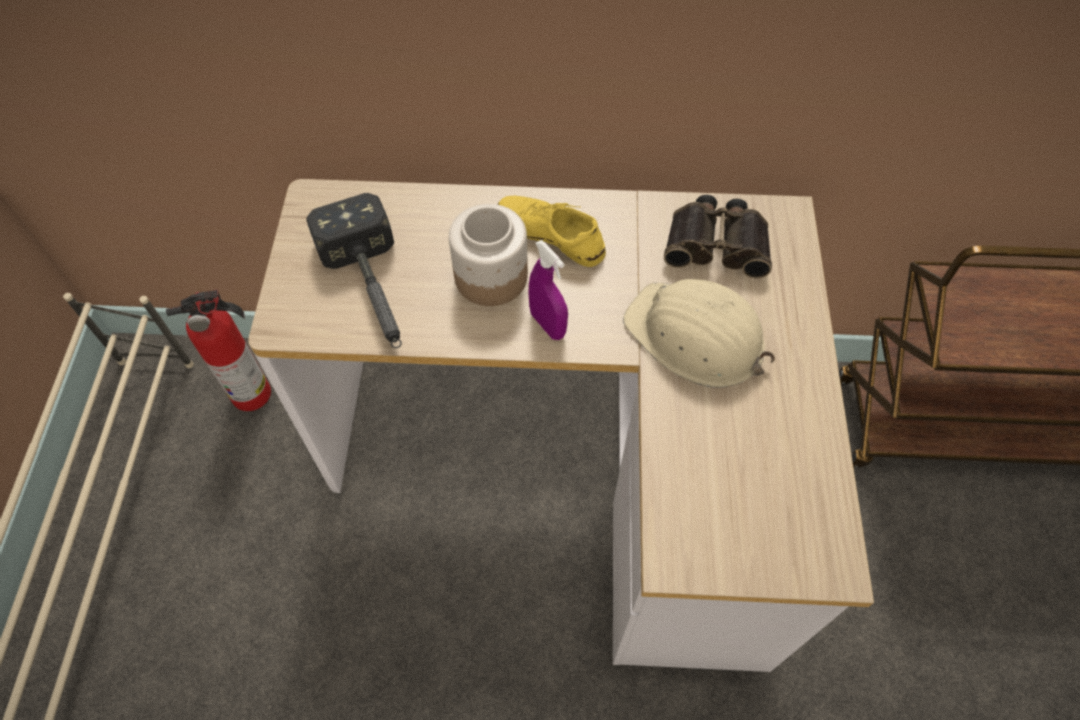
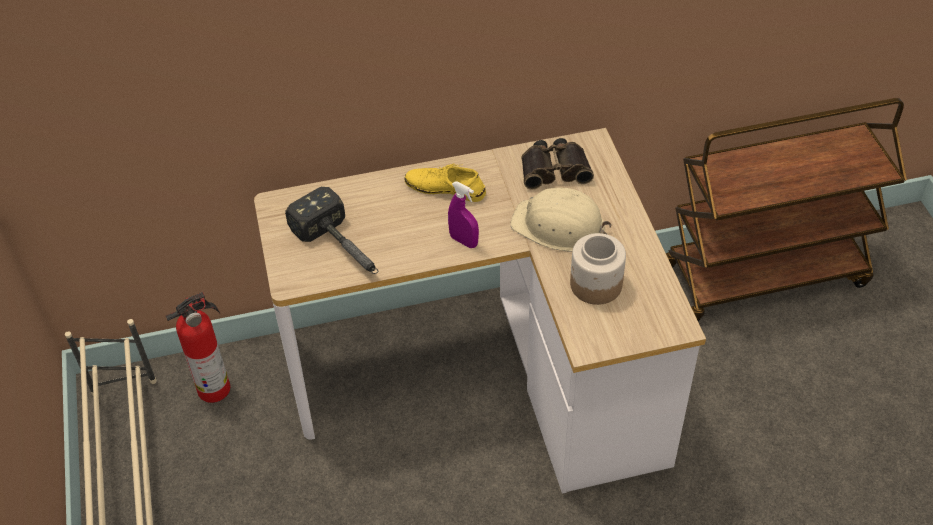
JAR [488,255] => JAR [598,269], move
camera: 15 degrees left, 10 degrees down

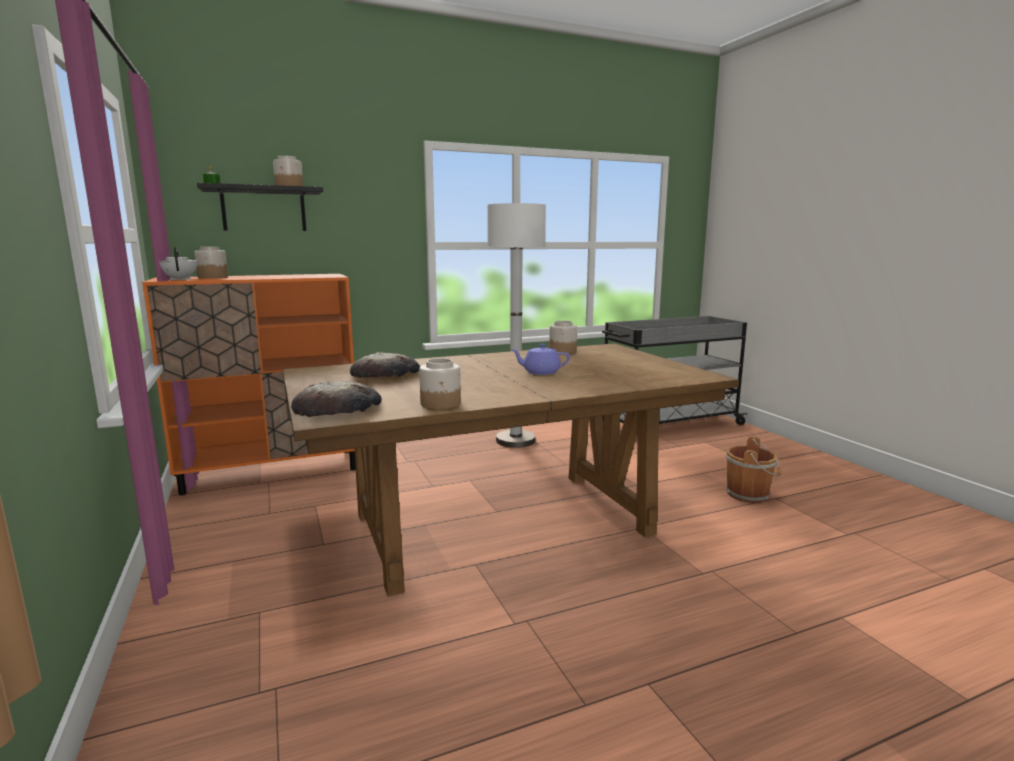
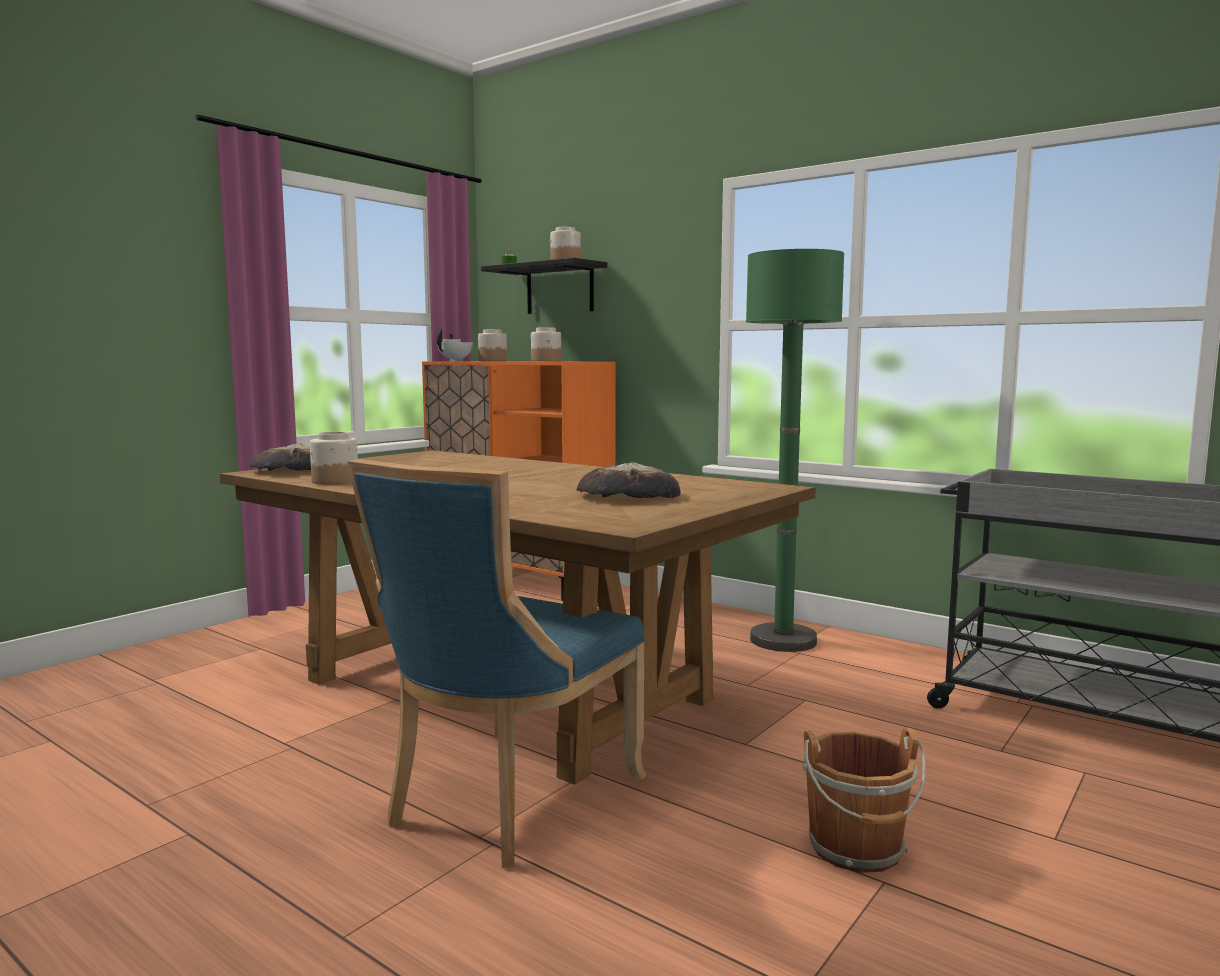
PURPLE TEAPOT [540,359] => nothing
nothing => BLUE CHAIR [496,663]
BREAD [385,365] => BREAD [629,480], move
JAR [563,337] => JAR [546,344], move
WHITE FLOOR LAMP [517,325] => GREEN FLOOR LAMP [795,450]
camera: 60 degrees right, 5 degrees down

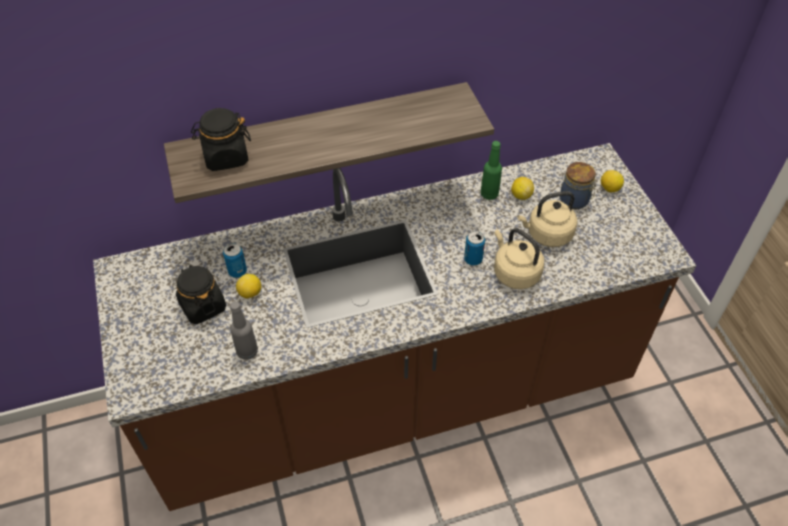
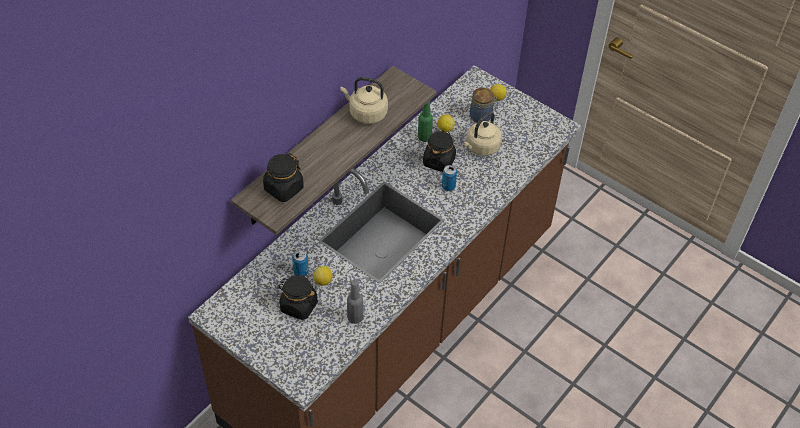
nothing => BLACK JAR [439,151]
BEIGE KETTLE [519,258] => BEIGE KETTLE [364,100], move
camera: 35 degrees left, 0 degrees up

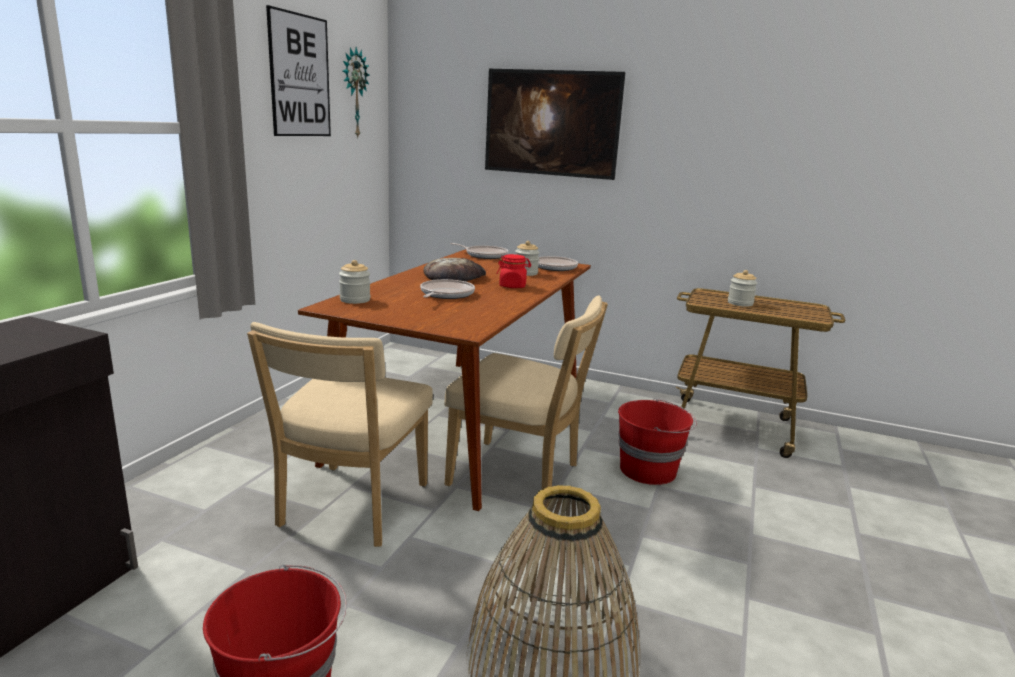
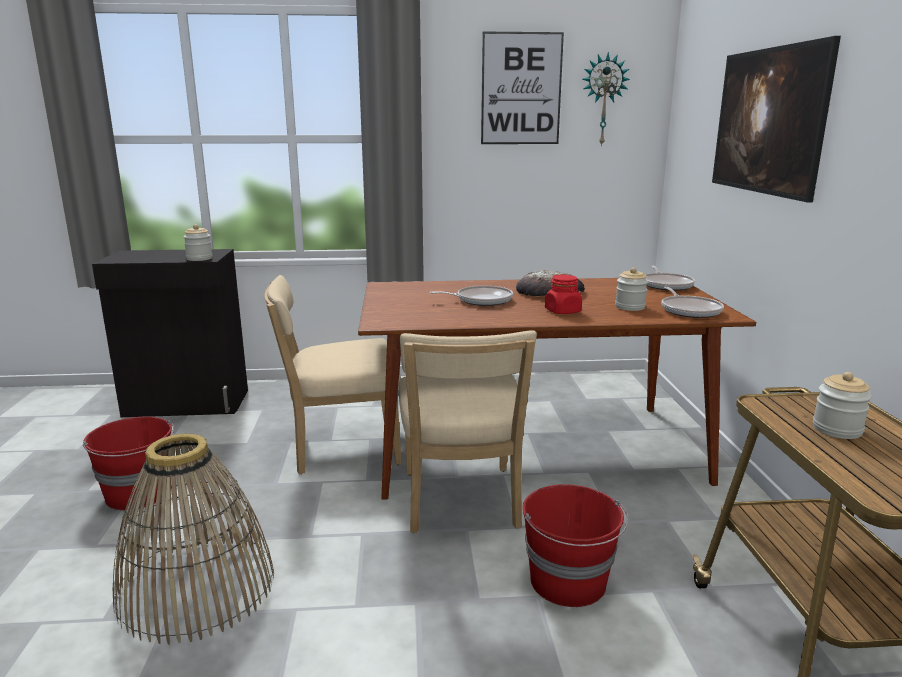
JAR [354,282] => JAR [198,242], move
camera: 65 degrees right, 0 degrees up

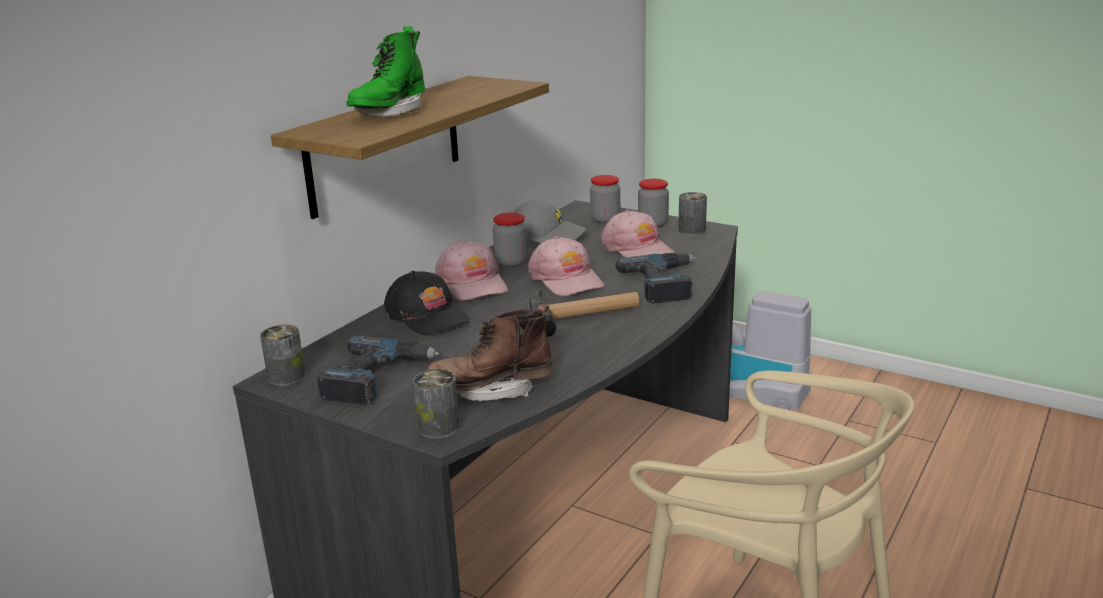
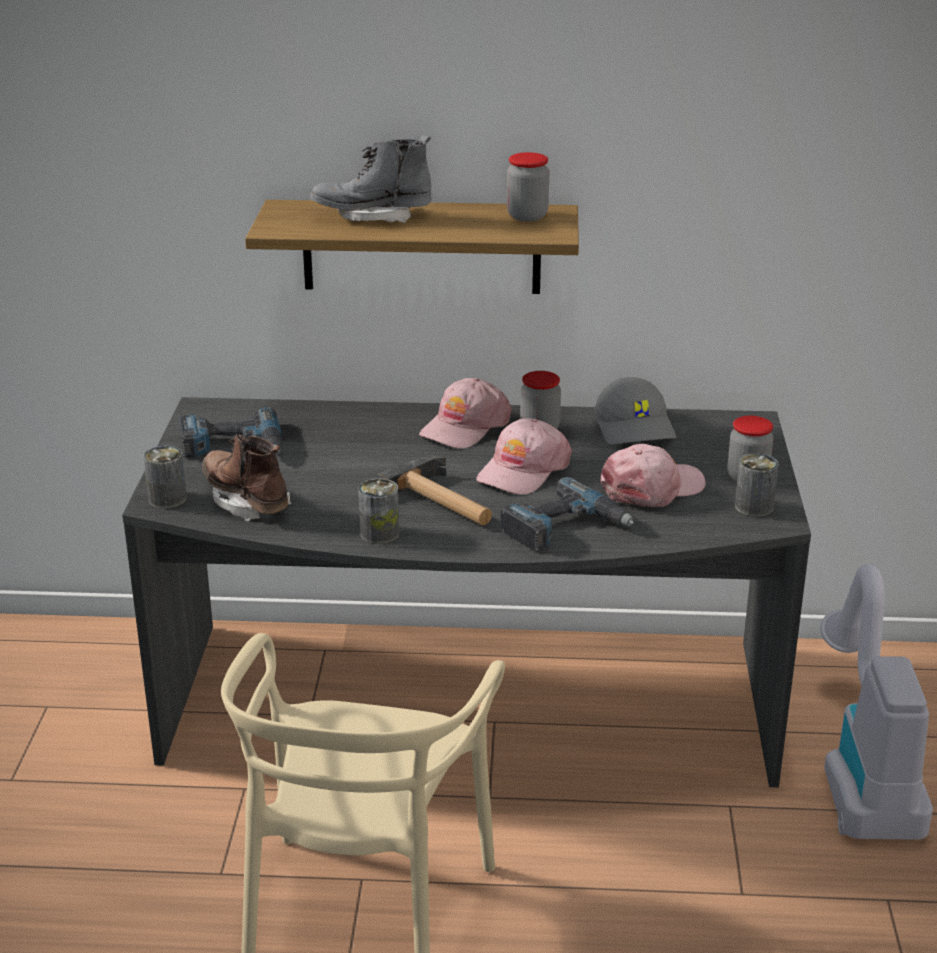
BLACK CAP [427,303] => nothing
CAN [283,355] => CAN [378,511], move
JAR [605,199] => JAR [528,186], move
GREEN BOOT [385,71] => GREY BOOT [371,179]
PINK CAP [638,233] => PINK CAP [653,475], 150 degrees counterclockwise
camera: 60 degrees right, 5 degrees up

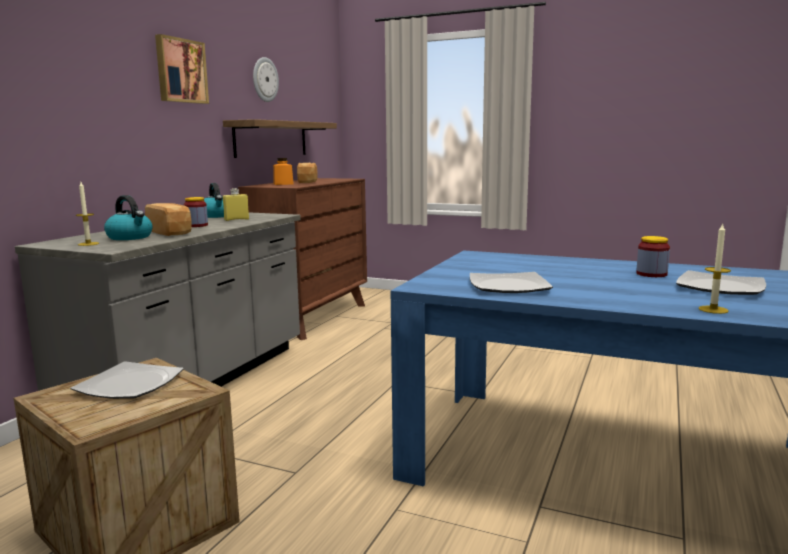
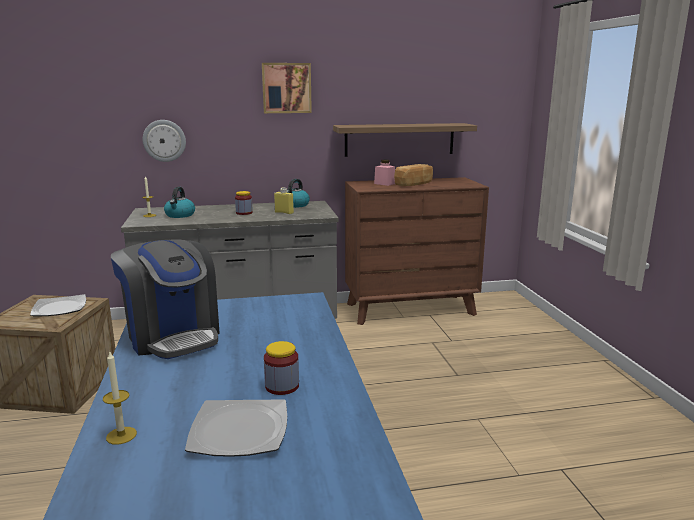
BREAD [168,219] => nothing
WALL CLOCK [266,79] => WALL CLOCK [164,141], move
PLATE [511,282] => COFFEE MACHINE [165,299]
ORANGE JAR [283,171] => PINK JAR [384,173]
camera: 55 degrees right, 5 degrees up

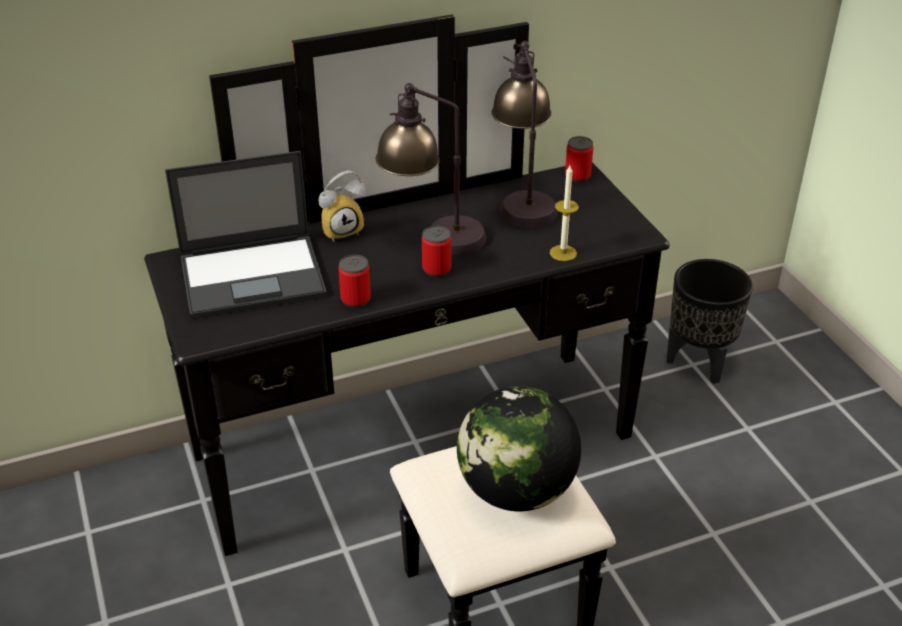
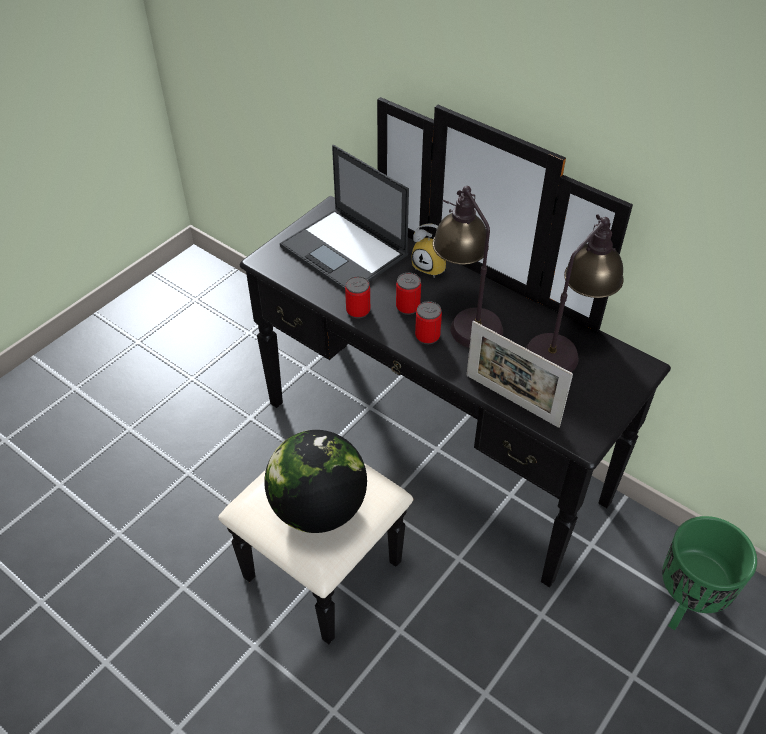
CAN [579,159] => CAN [408,294], move
CANDLE [564,213] => PICTURE FRAME [520,374]
BLACK PLANTER [709,321] => GREEN PLANTER [709,573]
camera: 60 degrees right, 10 degrees up

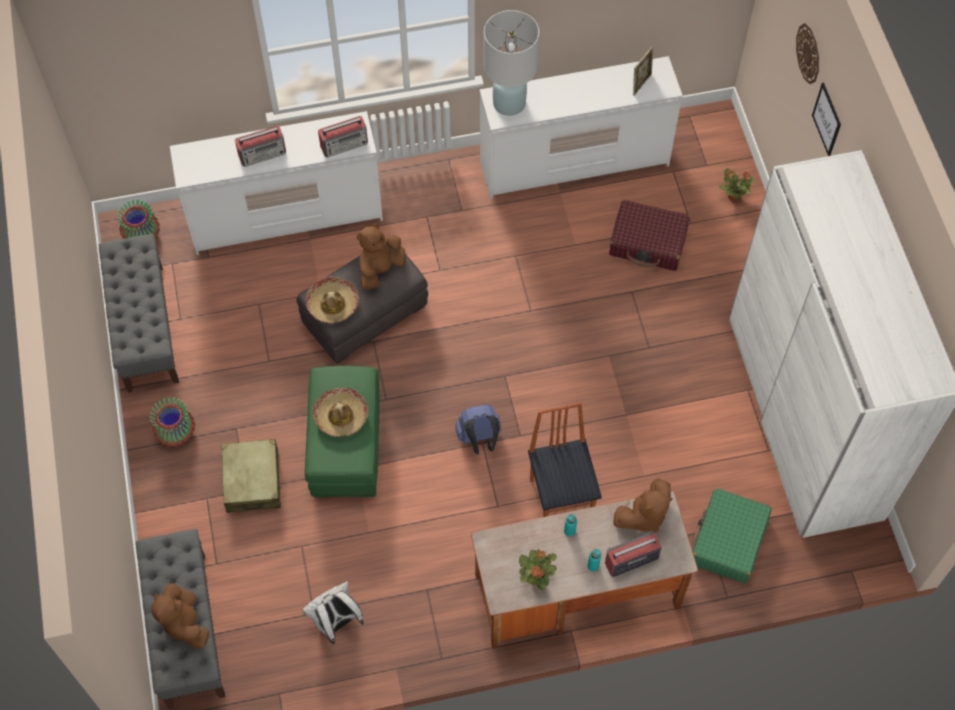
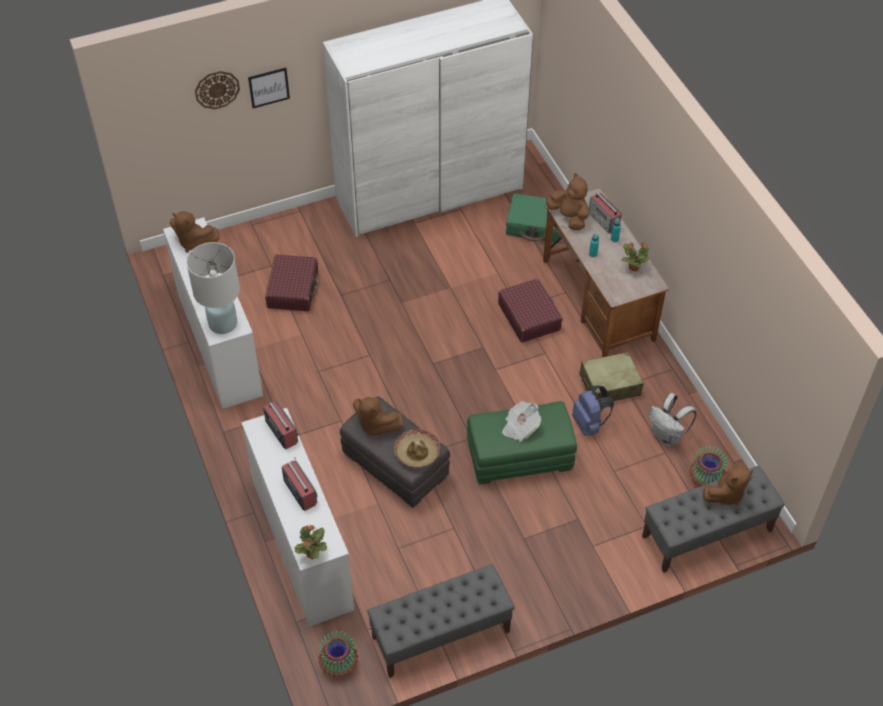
VASE [172,422] => VASE [708,466], move
BEIGE SUITCASE [251,476] => BEIGE SUITCASE [611,376], move
BLUE BACKPACK [478,429] => BLUE BACKPACK [593,410], move
POTTED PLANT [736,184] => POTTED PLANT [311,542], move
HAT [340,412] => NEWSPAPER [521,421]
CHAIR [565,460] => RED SUITCASE [530,311]
PICTURE FRAME [643,71] => BROWN PLUSH TOY [195,231]
camera: 100 degrees left, 10 degrees down

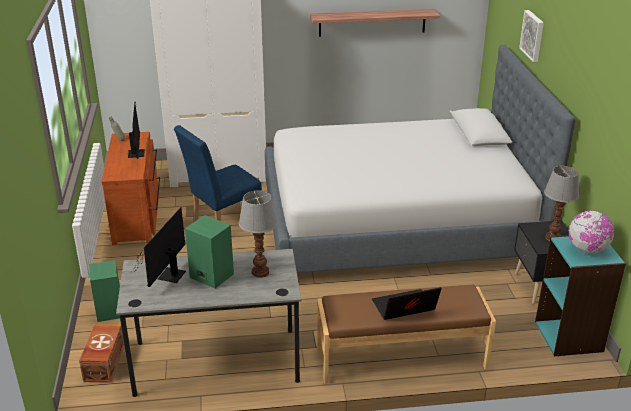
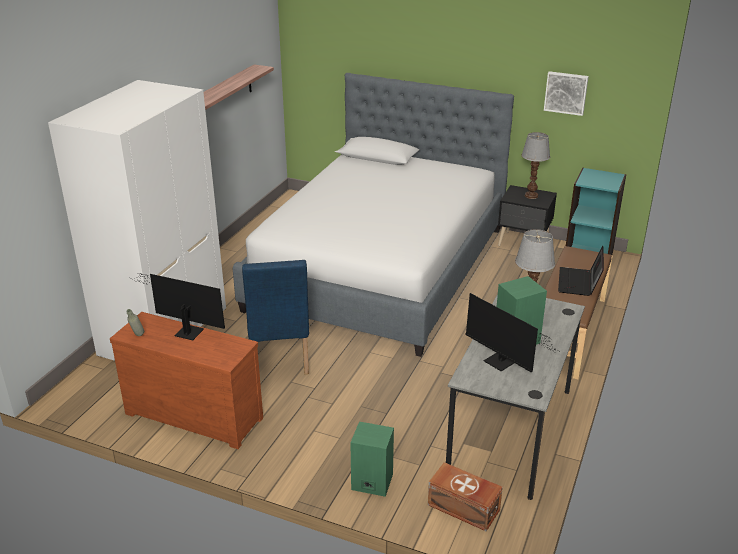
GLOBE [591,232] => nothing
PICTURE [531,36] => PICTURE [566,93], move
camera: 60 degrees left, 0 degrees up

